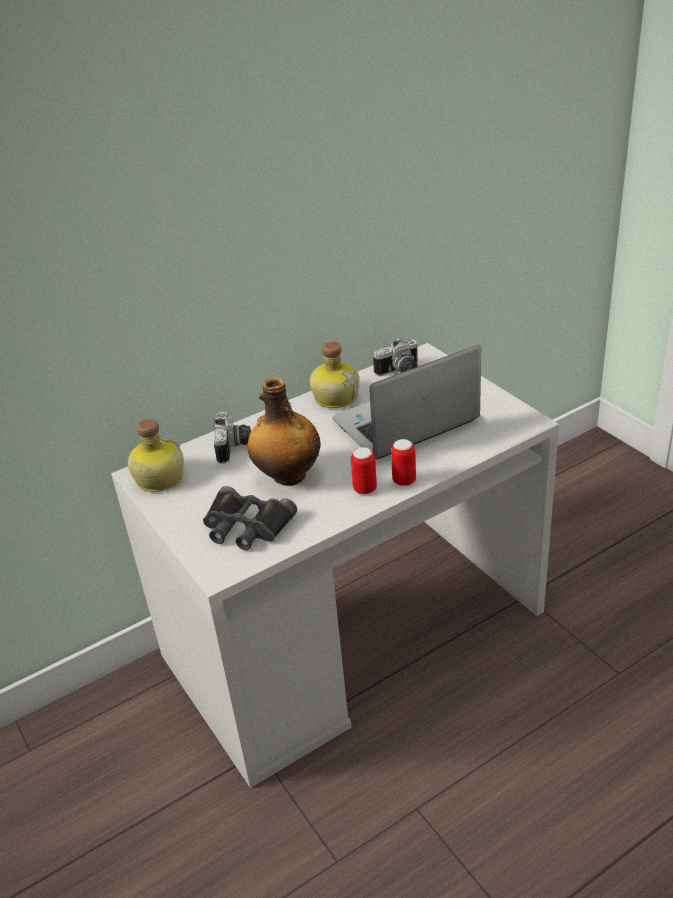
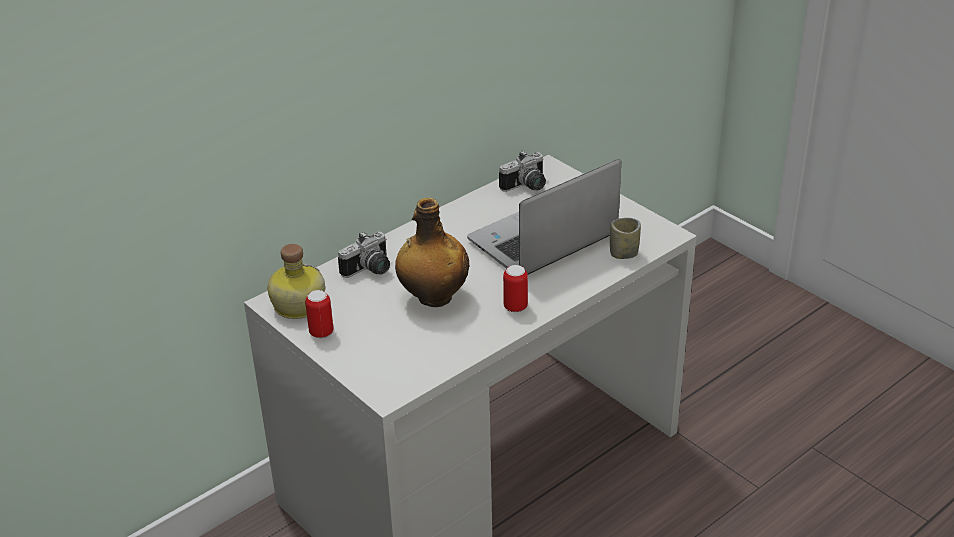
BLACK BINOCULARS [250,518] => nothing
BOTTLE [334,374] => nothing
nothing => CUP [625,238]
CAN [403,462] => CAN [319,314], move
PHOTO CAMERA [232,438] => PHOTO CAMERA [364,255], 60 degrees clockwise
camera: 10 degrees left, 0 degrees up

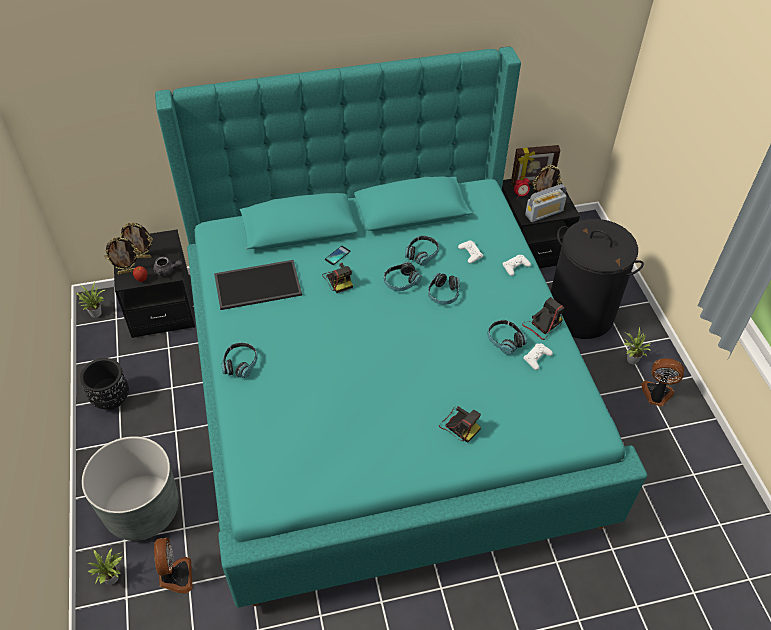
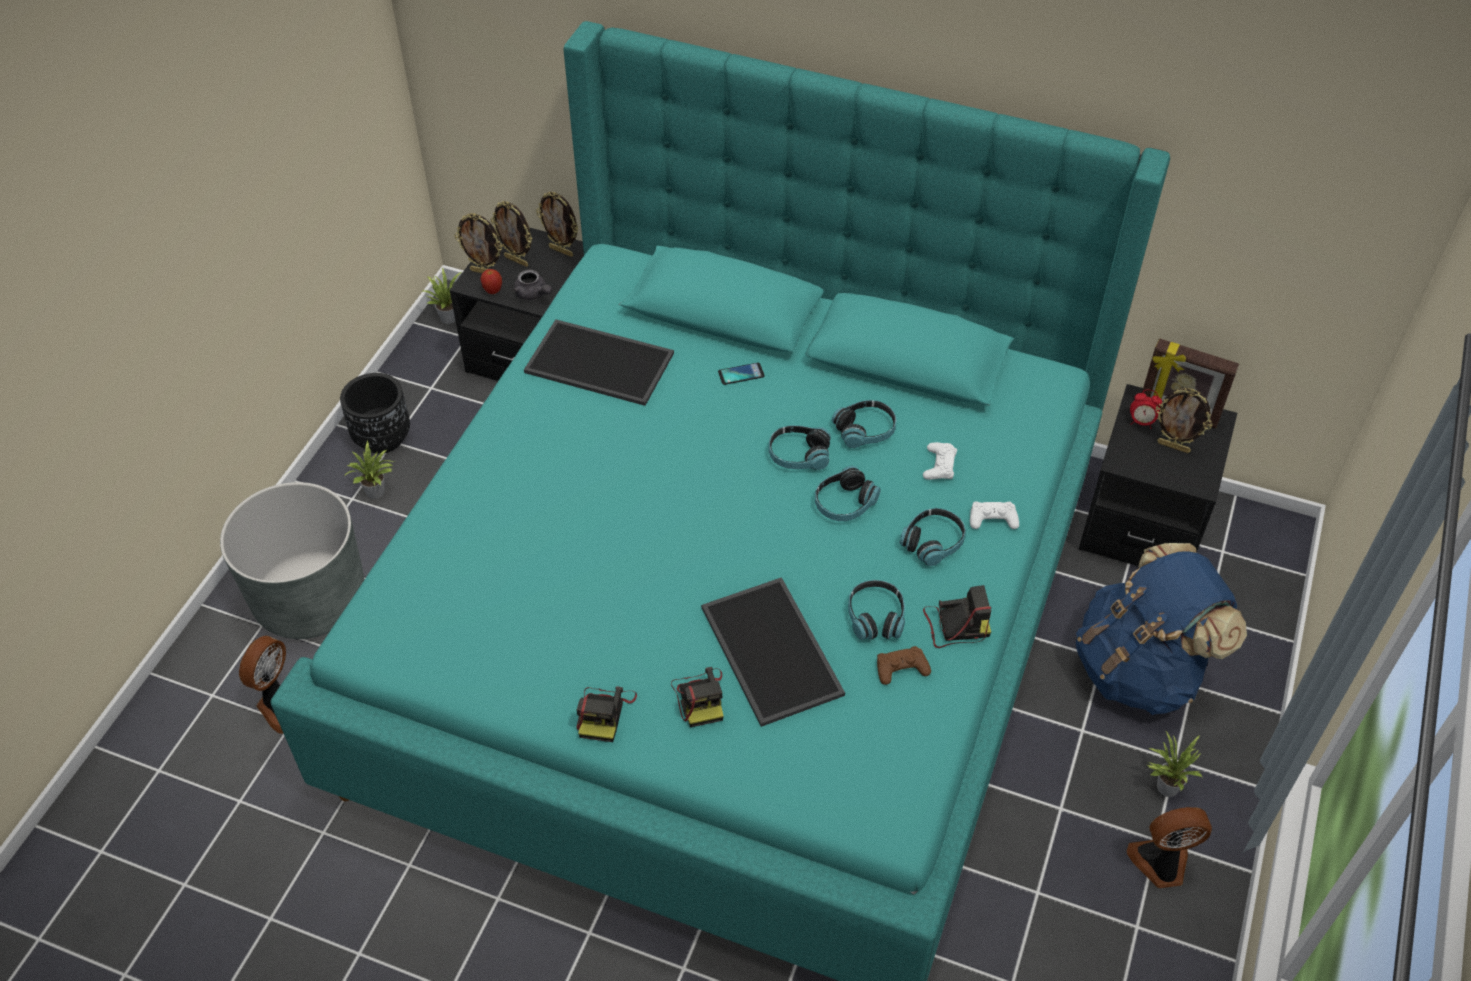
RADIO [546,203] => nothing
nothing => PICTURE FRAME [557,224]
nothing => TRAY [773,652]
POTTED PLANT [105,566] => POTTED PLANT [369,470], move
HEADPHONES [239,360] => HEADPHONES [933,537], move
PHOTO CAMERA [337,278] => PHOTO CAMERA [606,714], move
BLACK LAUNDRY BASKET [597,279] => BLUE BACKPACK [1161,629]
WHITE GAME CONTROLLER [538,357] => BROWN GAME CONTROLLER [904,665]
FAN [662,382] => FAN [1169,847], 60 degrees counterclockwise
camera: 35 degrees right, 0 degrees up

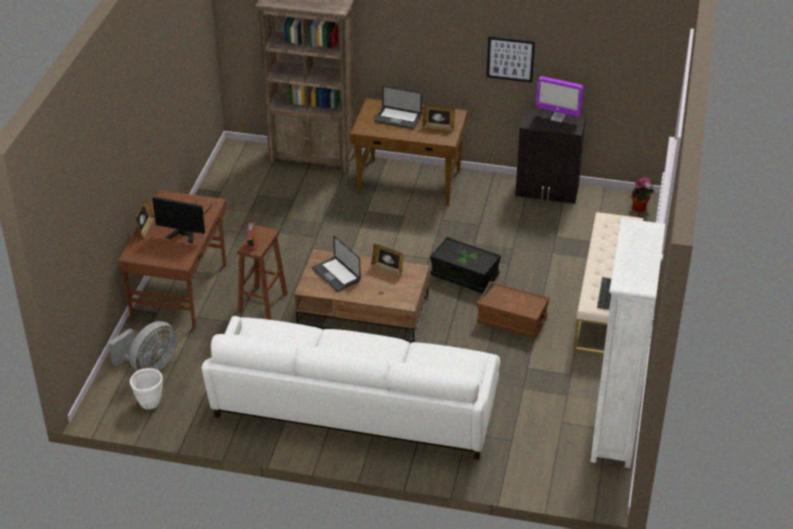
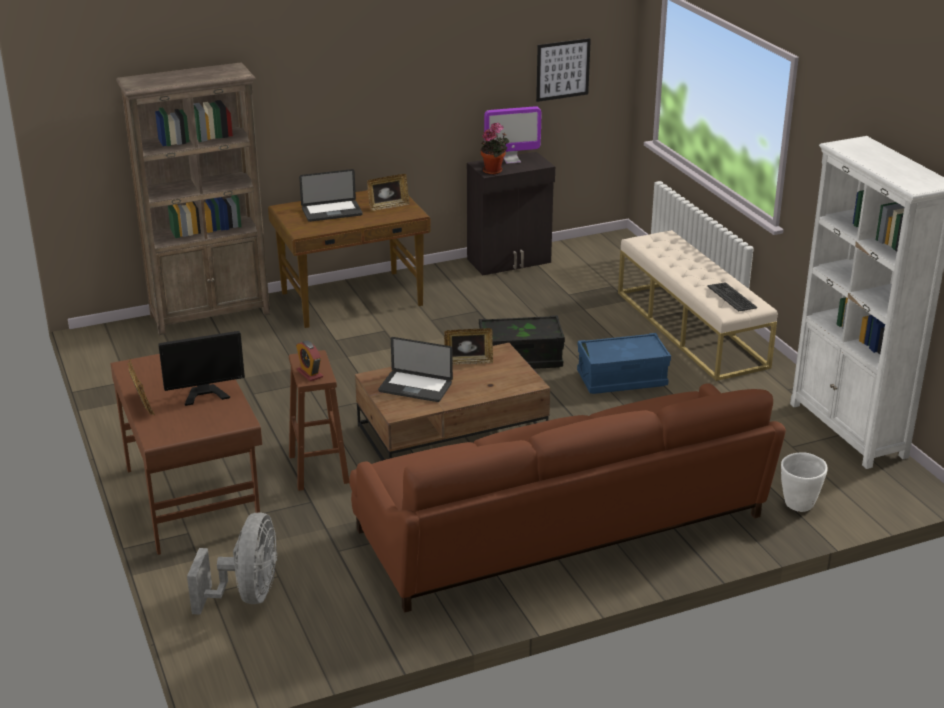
WHITE PLANTER [146,389] => WHITE PLANTER [804,482], move
PICTURE [510,60] => PICTURE [563,70], move
POTTED PLANT [642,194] => POTTED PLANT [495,149], move
WHITE SOFA [351,388] => BROWN SOFA [567,498]
BROWN STORAGE BOX [513,310] => BLUE STORAGE BOX [624,363]
camera: 35 degrees left, 10 degrees down

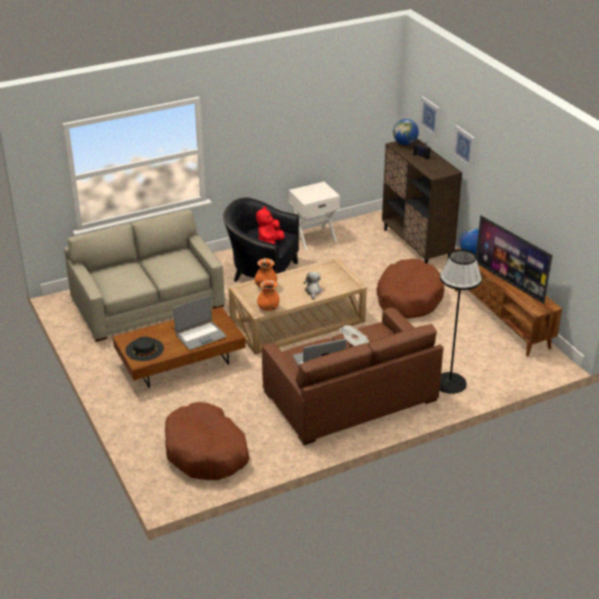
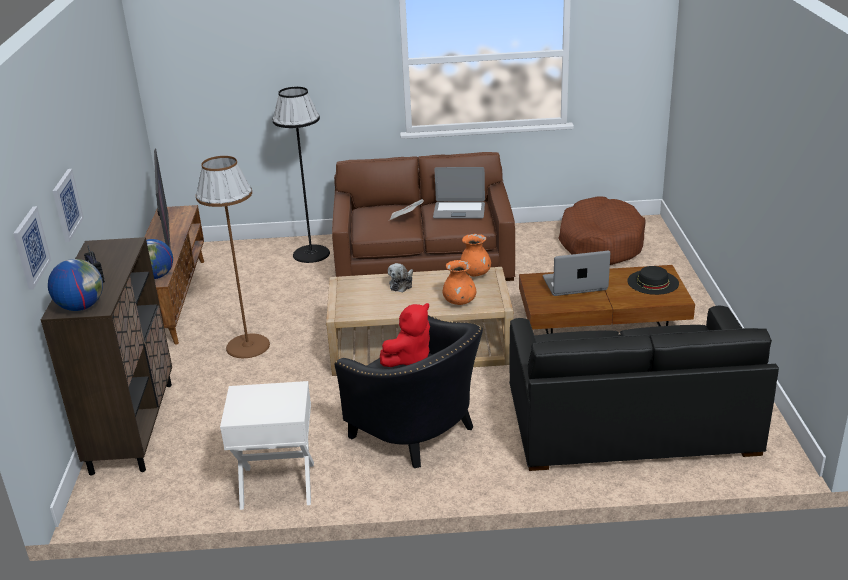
BROWN DOG BED [410,289] => BROWN FLOOR LAMP [233,257]
BEIGE SOFA [144,276] => BLACK SOFA [644,388]
camera: 155 degrees left, 5 degrees down

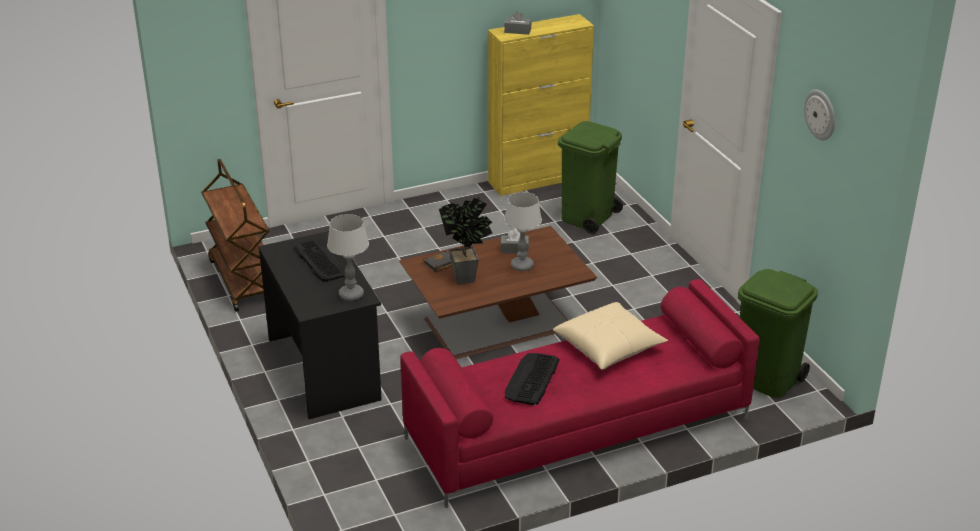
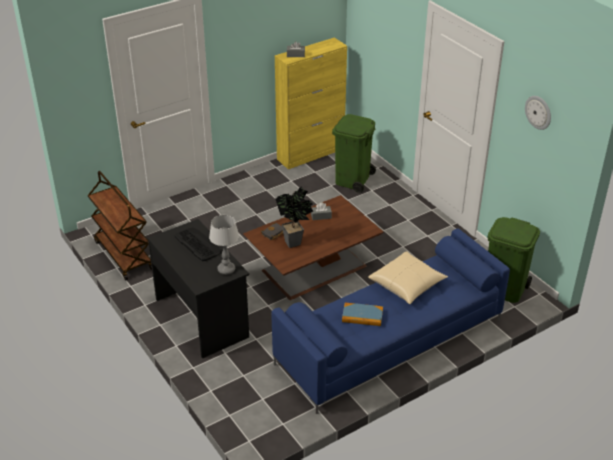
TABLE LAMP [523,231] => nothing
KEYBOARD [532,379] => BOOK [362,314]
RED SOFA [579,393] => BLUE SOFA [390,321]
camera: 10 degrees left, 5 degrees up

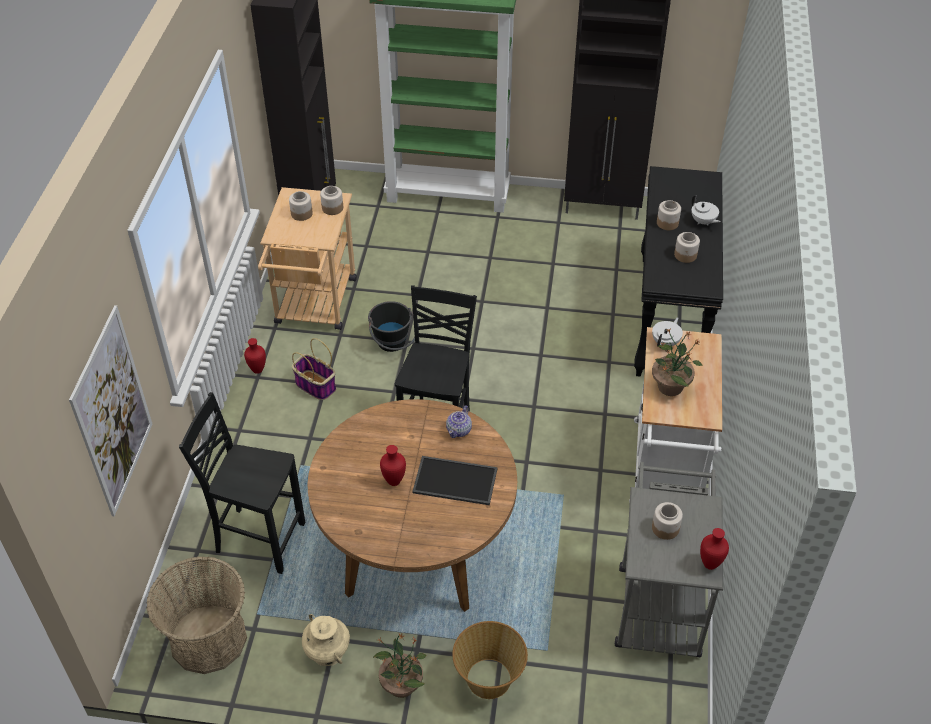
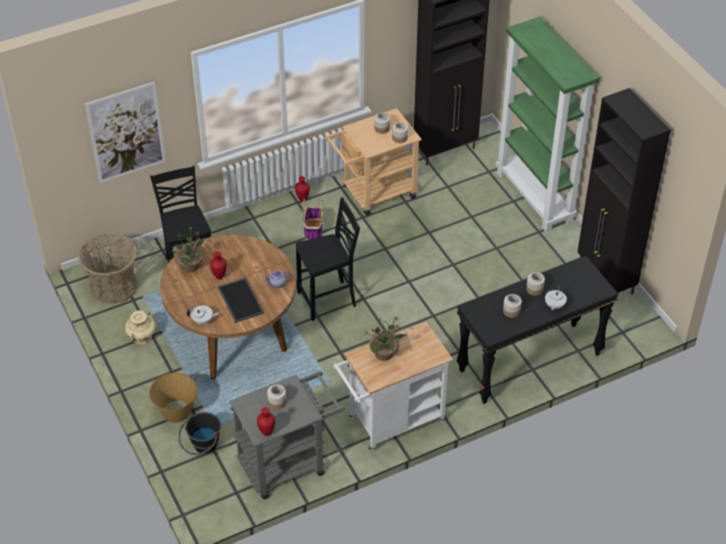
BLACK BUCKET [393,326] => BLACK BUCKET [200,433], move
POTTED PLANT [399,665] => POTTED PLANT [188,249], move
WHITE TEAPOT [667,331] => WHITE TEAPOT [203,316], move
camera: 55 degrees right, 0 degrees up

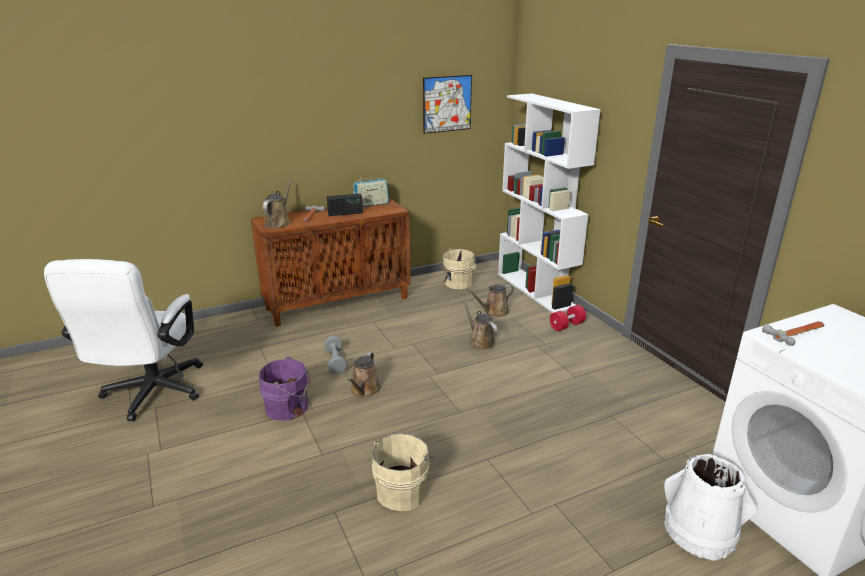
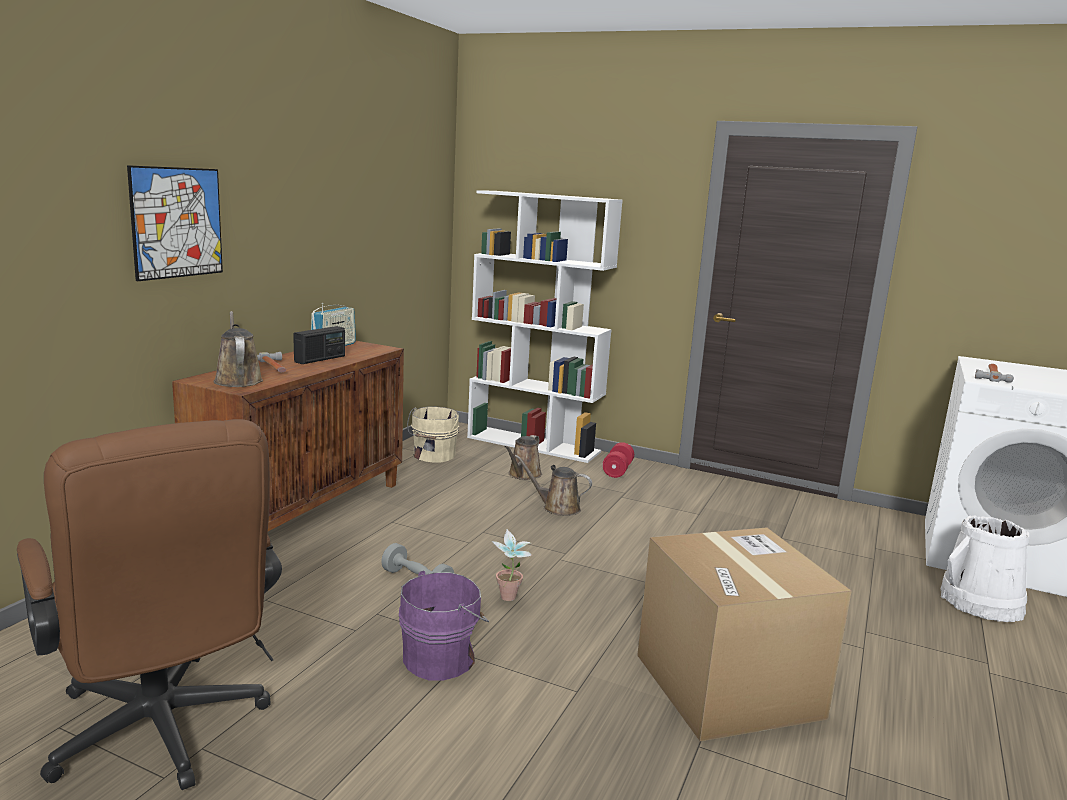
PICTURE [447,104] => PICTURE [175,223], move
BROWN WATERING CAN [364,374] => POTTED PLANT [512,565]
BEIGE BUCKET [403,472] => CARDBOARD BOX [744,634]
WHITE OFFICE CHAIR [123,340] => BROWN OFFICE CHAIR [149,604]
camera: 40 degrees left, 10 degrees down

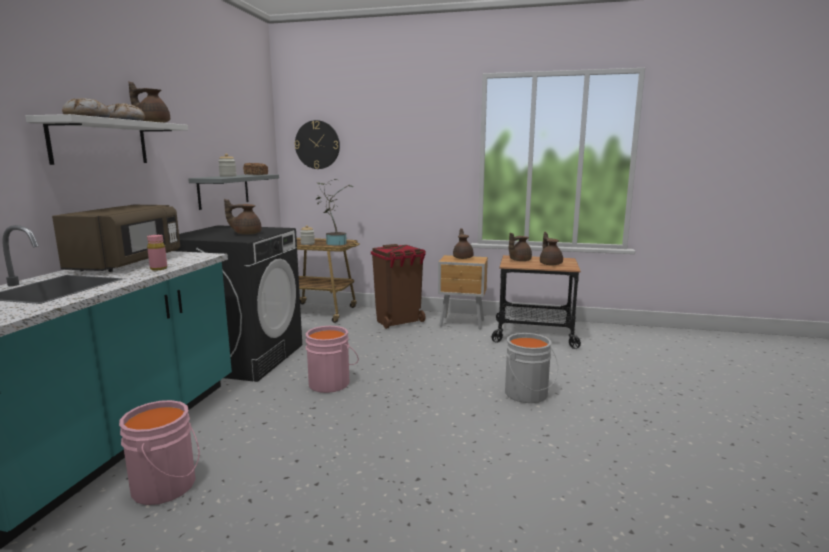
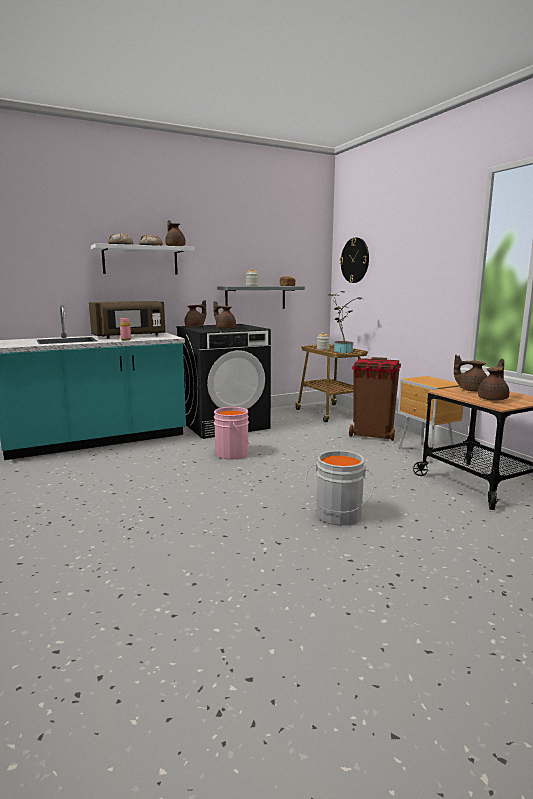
PINK BUCKET [159,452] => nothing
BROWN TEAPOT [463,243] => BROWN TEAPOT [195,313], move
camera: 50 degrees right, 0 degrees up

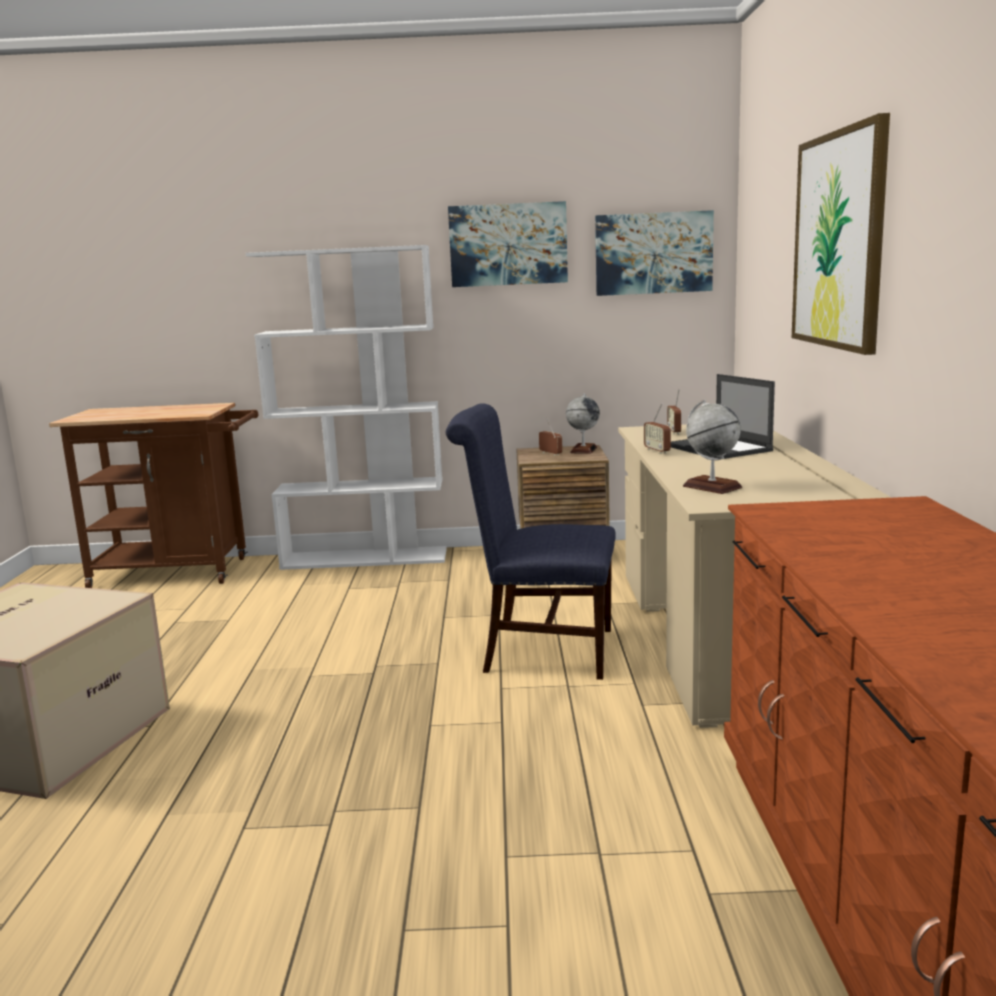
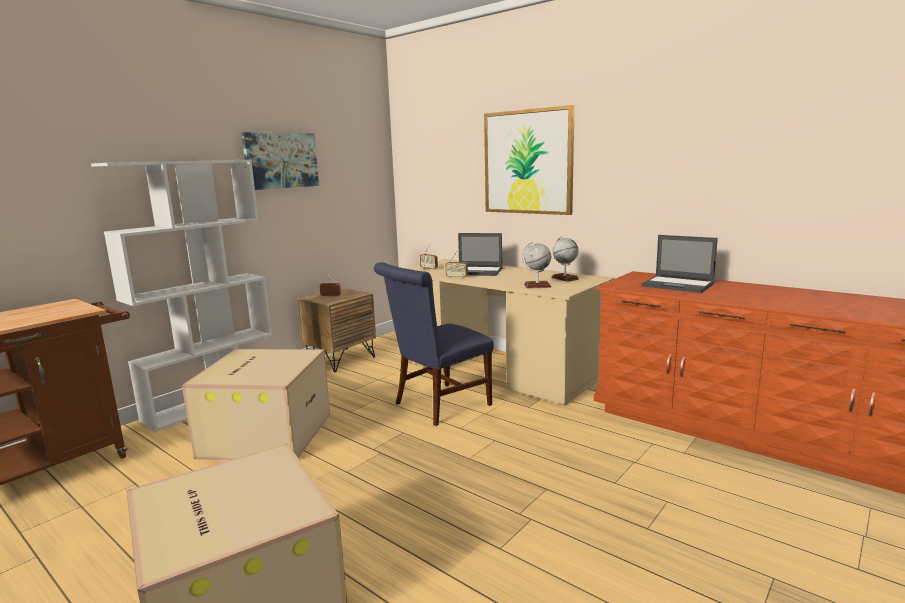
PICTURE [654,253] => nothing
nothing => CARDBOARD BOX [256,404]
nothing => LAPTOP [679,264]
GLOBE [583,424] => GLOBE [565,259], move
camera: 50 degrees left, 0 degrees up

